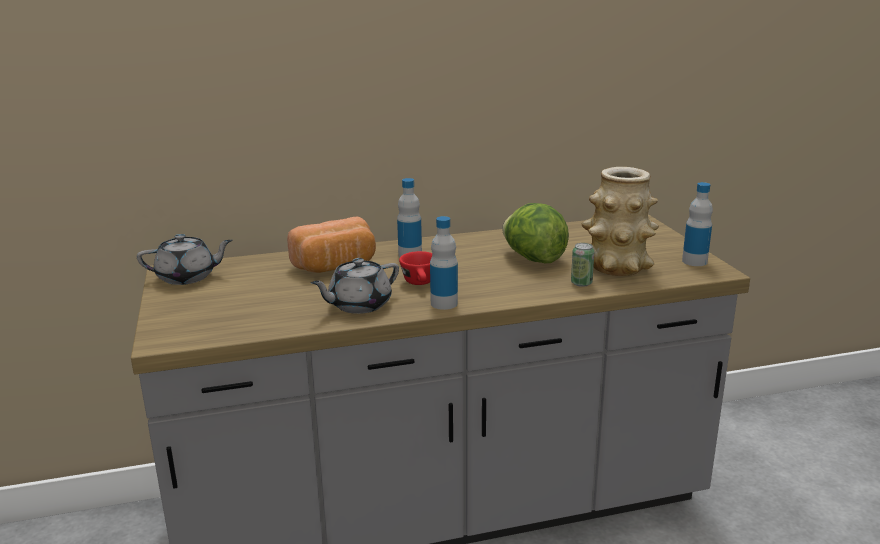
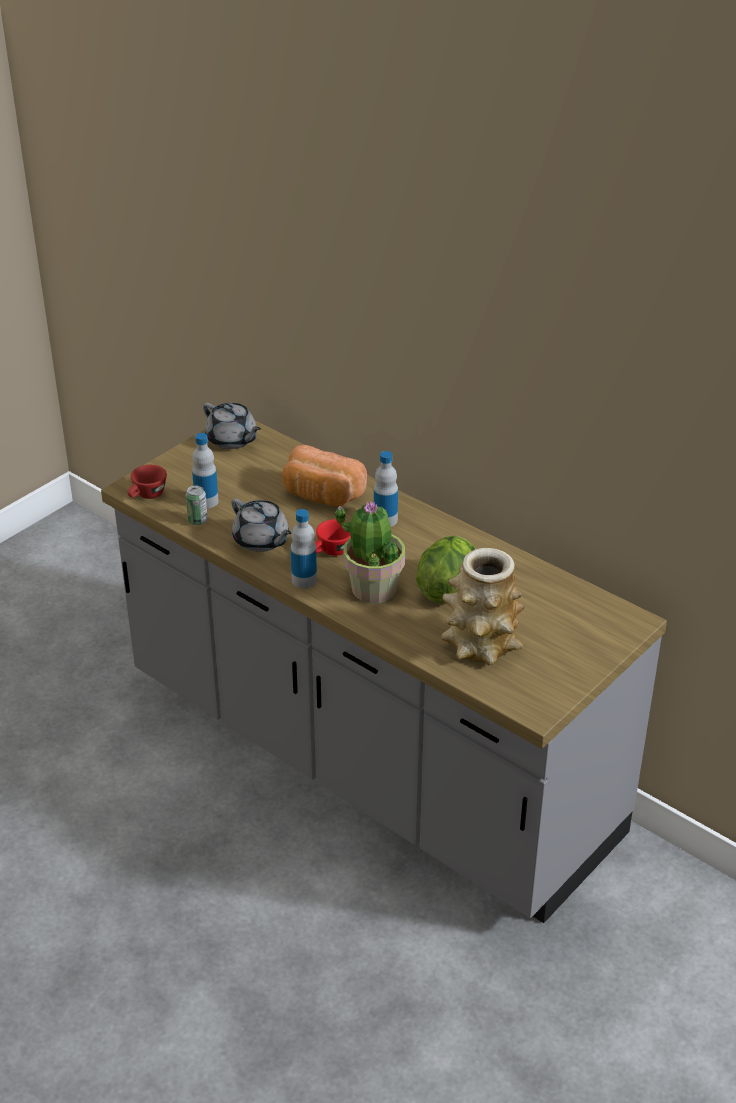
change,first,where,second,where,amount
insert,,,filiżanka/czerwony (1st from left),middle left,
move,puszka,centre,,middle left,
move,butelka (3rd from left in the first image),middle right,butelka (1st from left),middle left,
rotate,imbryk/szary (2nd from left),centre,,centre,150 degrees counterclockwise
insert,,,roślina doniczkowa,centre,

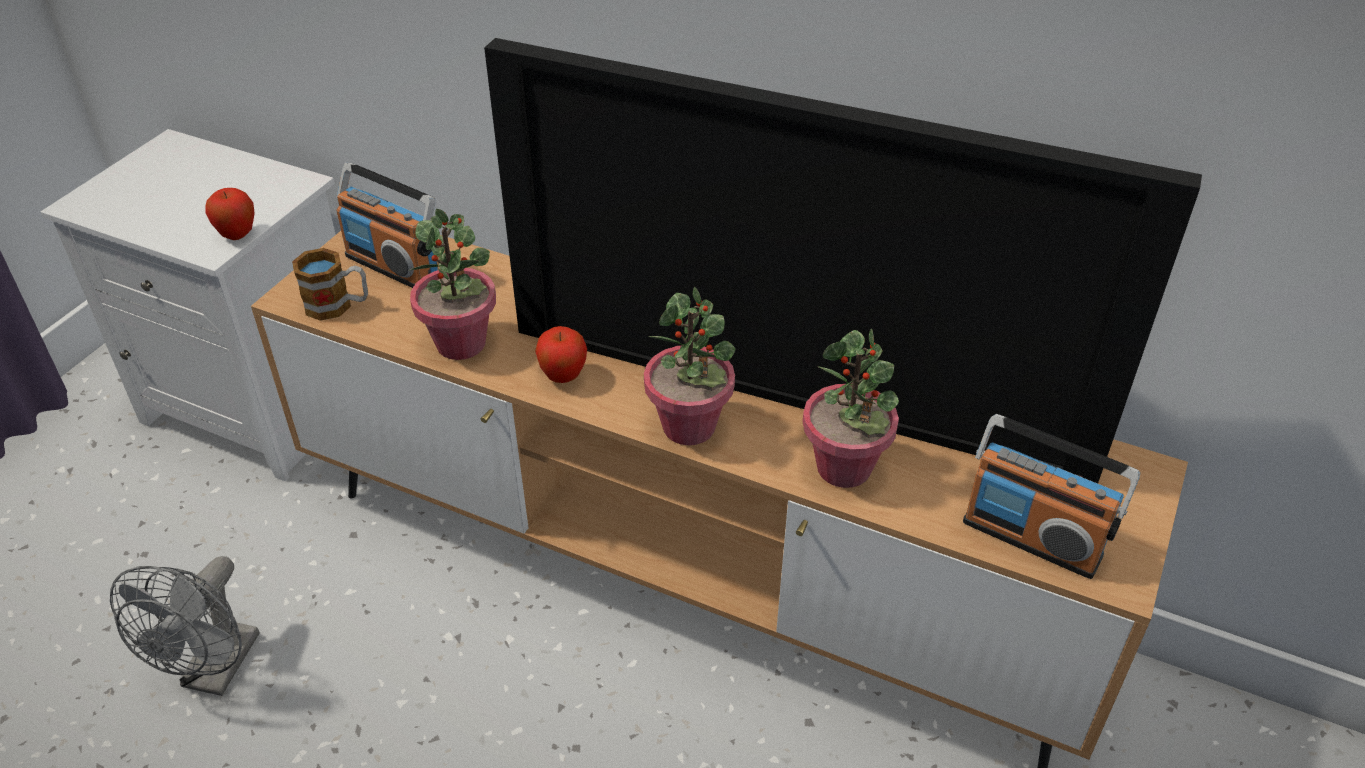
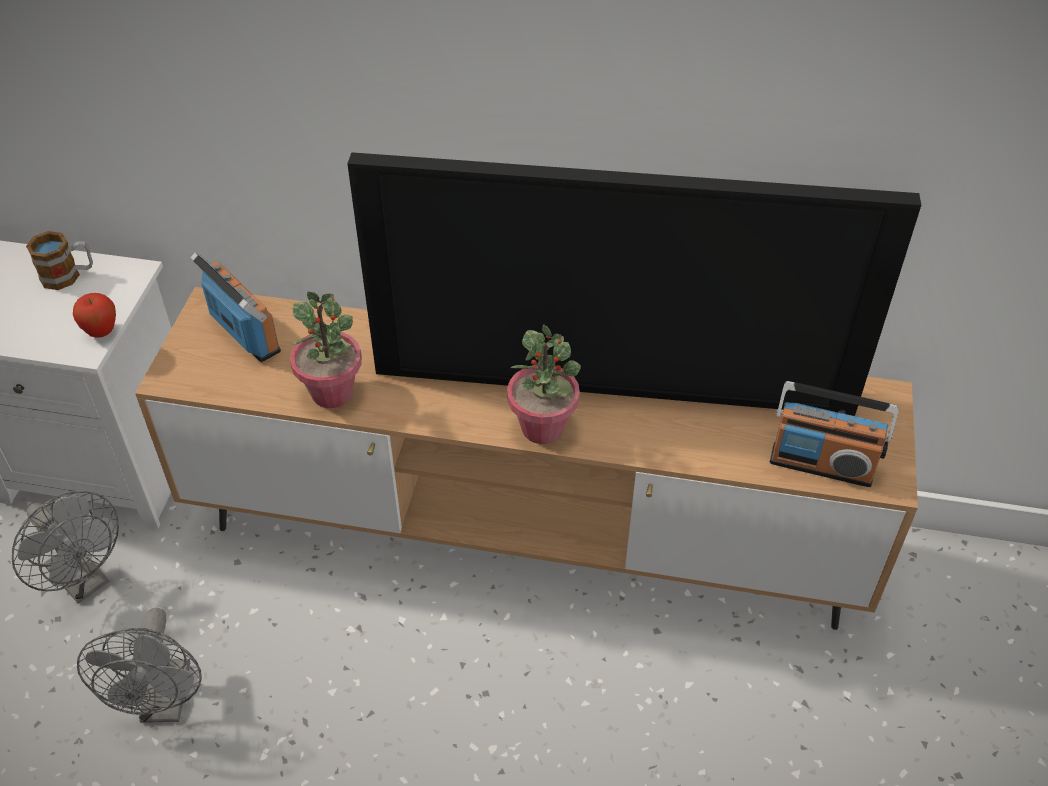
change,first,where,second,where,amount
insert,,,wentylator/szary (1st from left),bottom left,
move,kubek,middle left,,top left,
rotate,radio (1st from left),top left,,middle left,150 degrees counterclockwise
delete,jabłko (2nd from left),centre,,,
delete,roślina doniczkowa (3rd from left),centre,,,

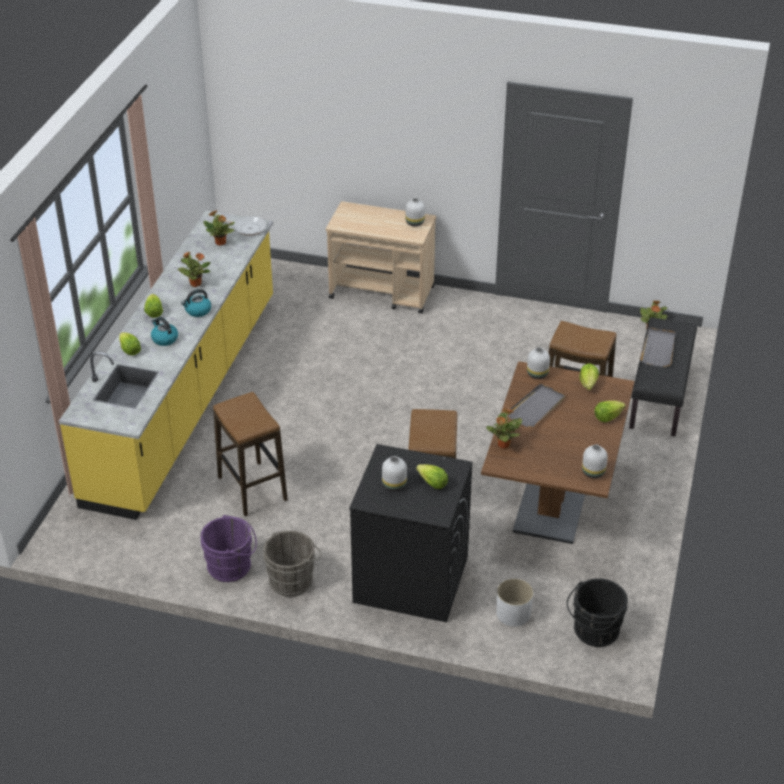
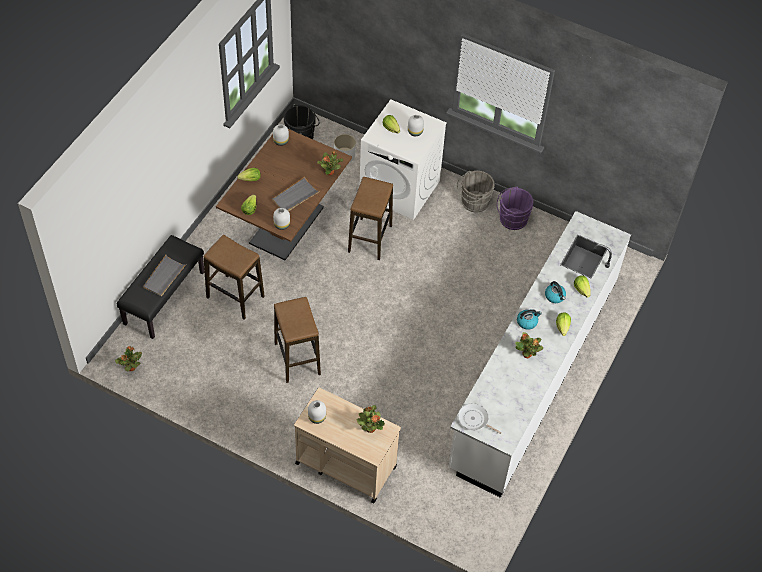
change,first,where,second,where,amount
move,stołek (1st from left in the first image),middle left,stołek (2nd from left),centre,
move,roślina doniczkowa (2nd from left in the first image),top left,roślina doniczkowa (3rd from left),bottom centre,
recolor,pralka/czarny,bottom centre,pralka/biały,top centre,
recolor,zabudowa kuchenna/żółty,middle left,zabudowa kuchenna/biały,middle right,

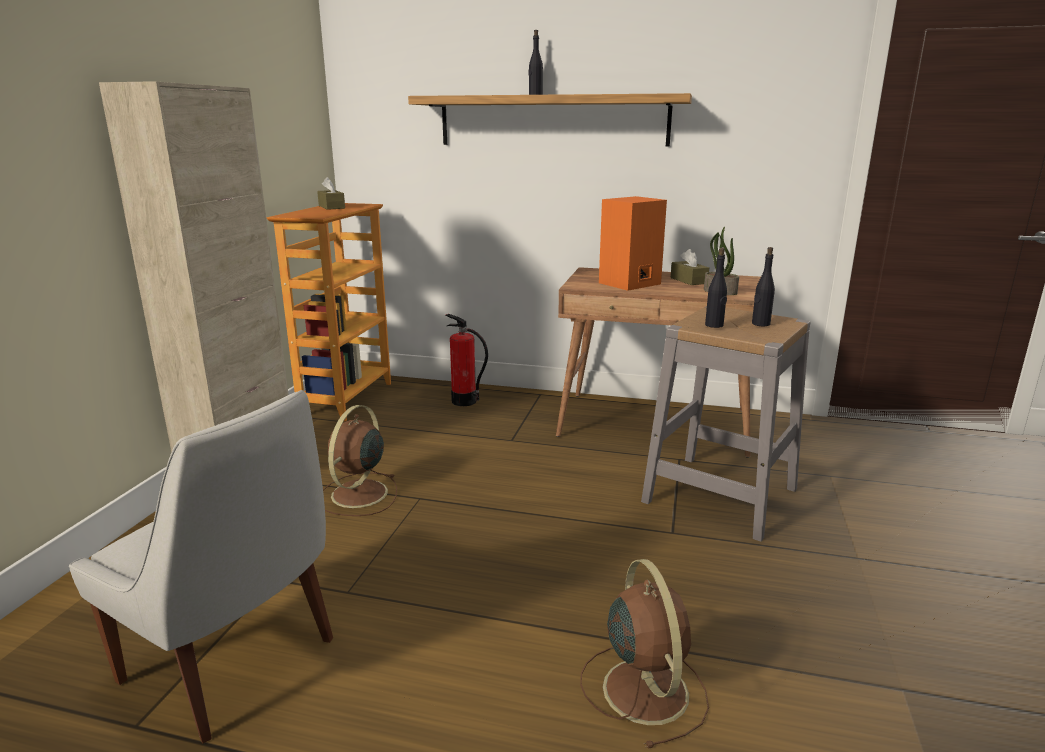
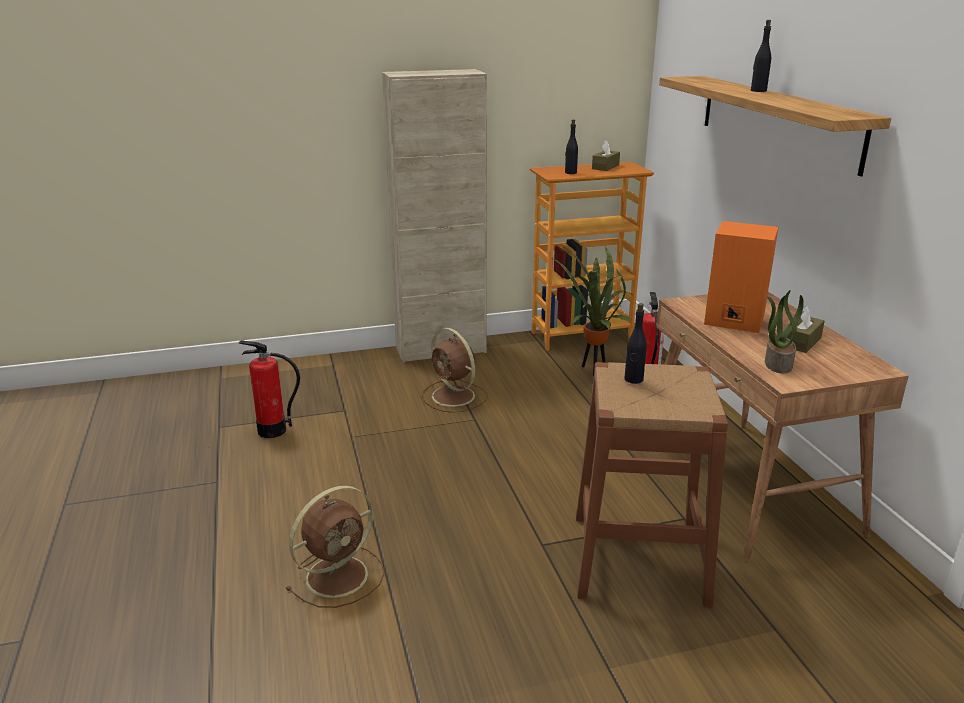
change,first,where,second,where,amount
replace,krzesło/biały,bottom left,gaśnica (1st from left),middle left,
rotate,wentylator/brązowy (1st from left in the first image),centre,wentylator/brązowy (2nd from left),centre,120 degrees counterclockwise
insert,,,roślina doniczkowa (1st from left),centre,
move,butelka/czarny (3rd from left in the first image),middle right,butelka/czarny (1st from left),top centre,
recolor,stołek/szary,middle right,stołek/brązowy,bottom right,

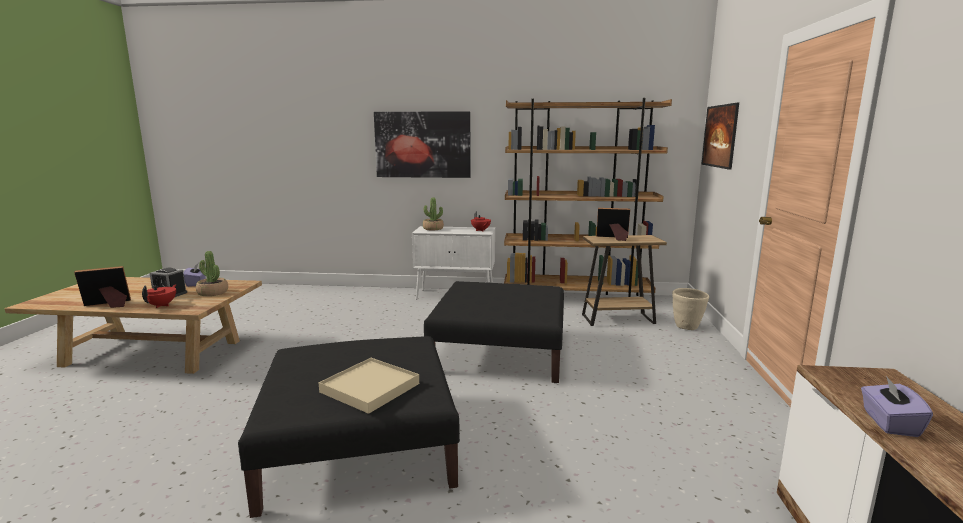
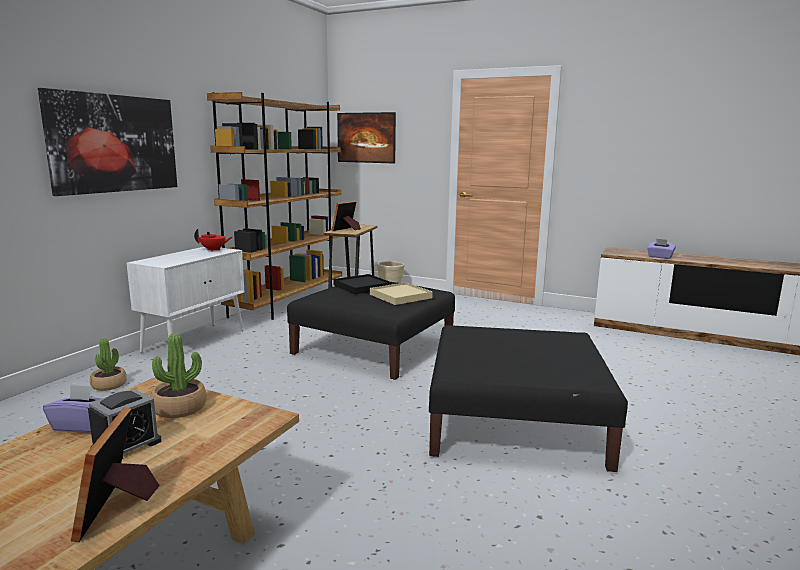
change,first,where,second,where,amount
move,roślina doniczkowa (2nd from left in the first image),centre,roślina doniczkowa (1st from left),middle left,
insert,,,taca/czarny,centre,
move,taca/beżowy,bottom centre,,centre,
delete,imbryk/czerwony (1st from left),middle left,,,

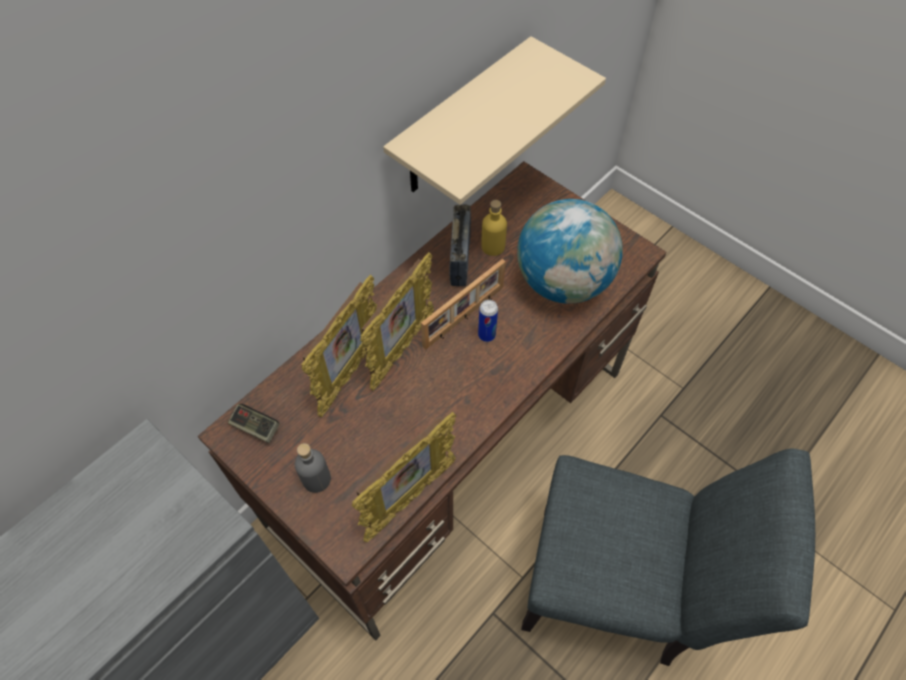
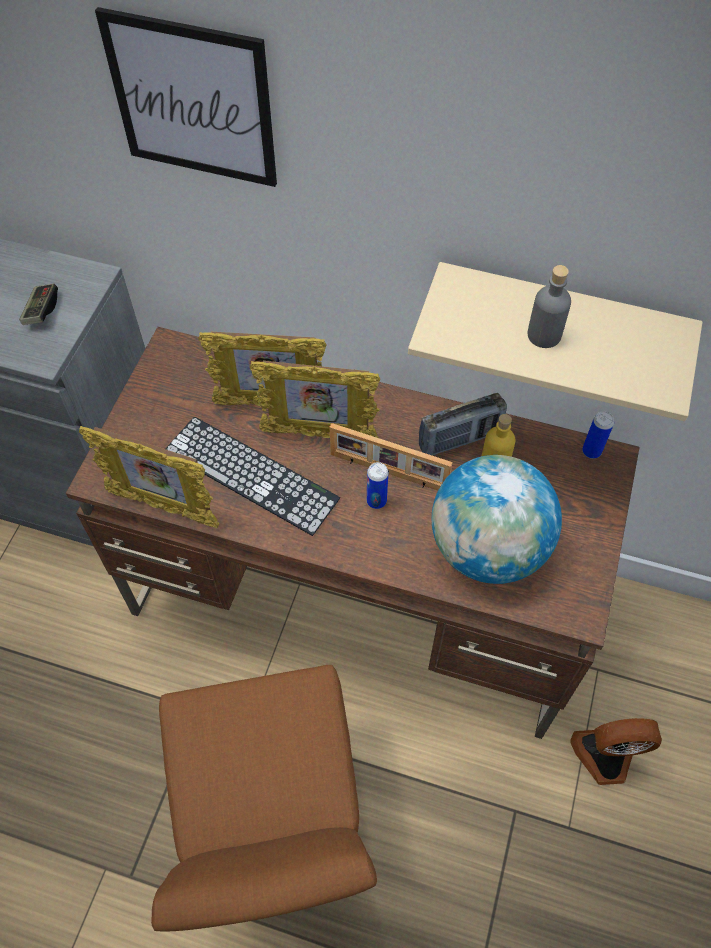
change,first,where,second,where,amount
move,pad do gier,middle left,,top left,
insert,,,obraz,top left,
recolor,krzesło/szary,bottom right,krzesło/brązowy,bottom centre,
insert,,,klawiatura,centre,
move,butelka/szary,bottom centre,,top right,
insert,,,wentylator,bottom right,
insert,,,puszka (2nd from left),middle right,

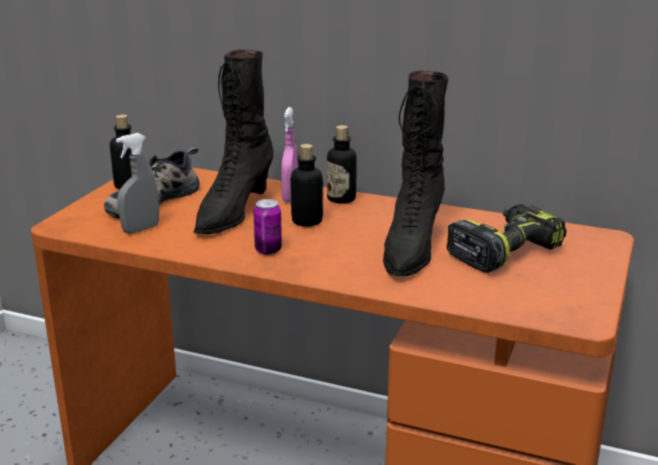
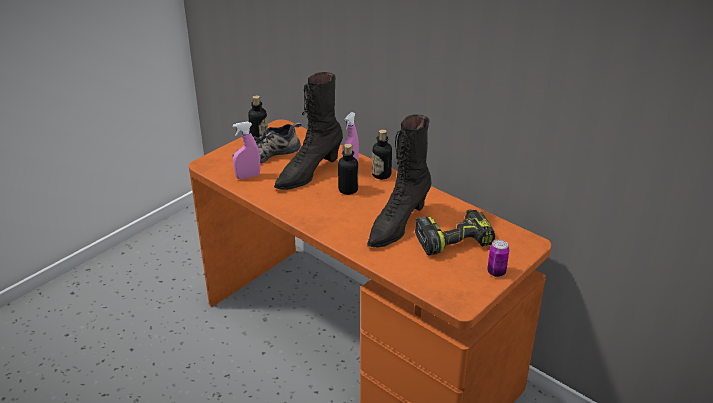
change,first,where,second,where,amount
recolor,spryskiwacz/szary,middle left,spryskiwacz/różowy (1st from left),centre,
move,puszka,centre,,middle right,

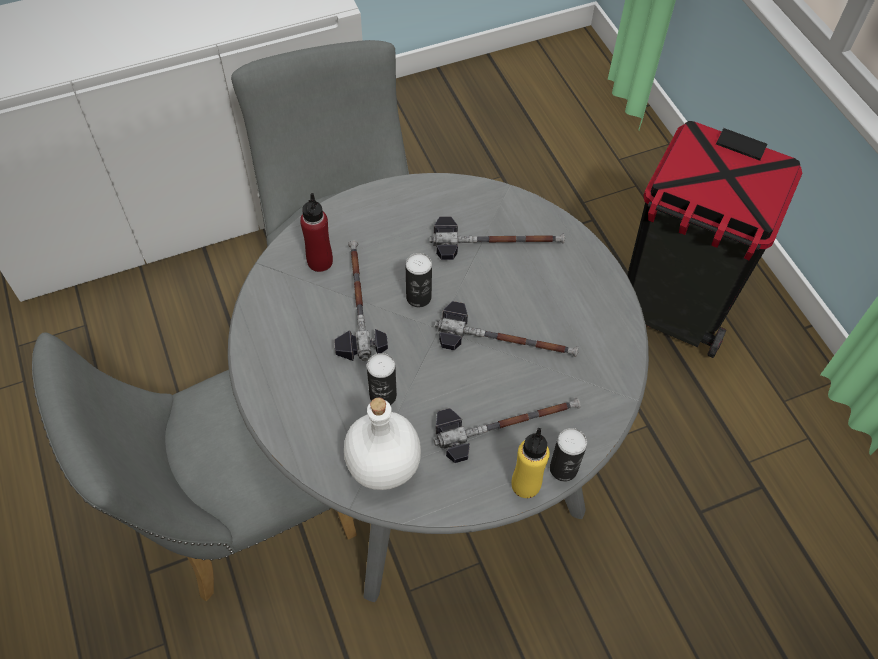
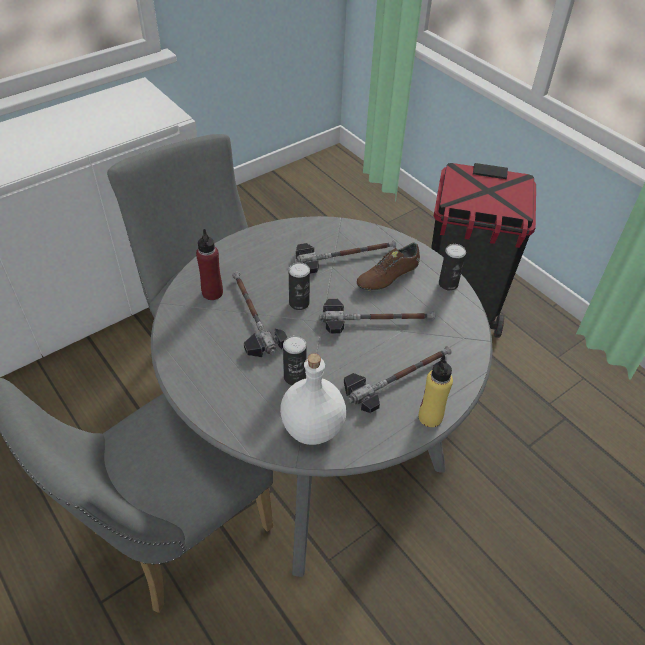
change,first,where,second,where,amount
insert,,,but/brązowy,centre,
move,puszka (3rd from left),bottom centre,,middle right,

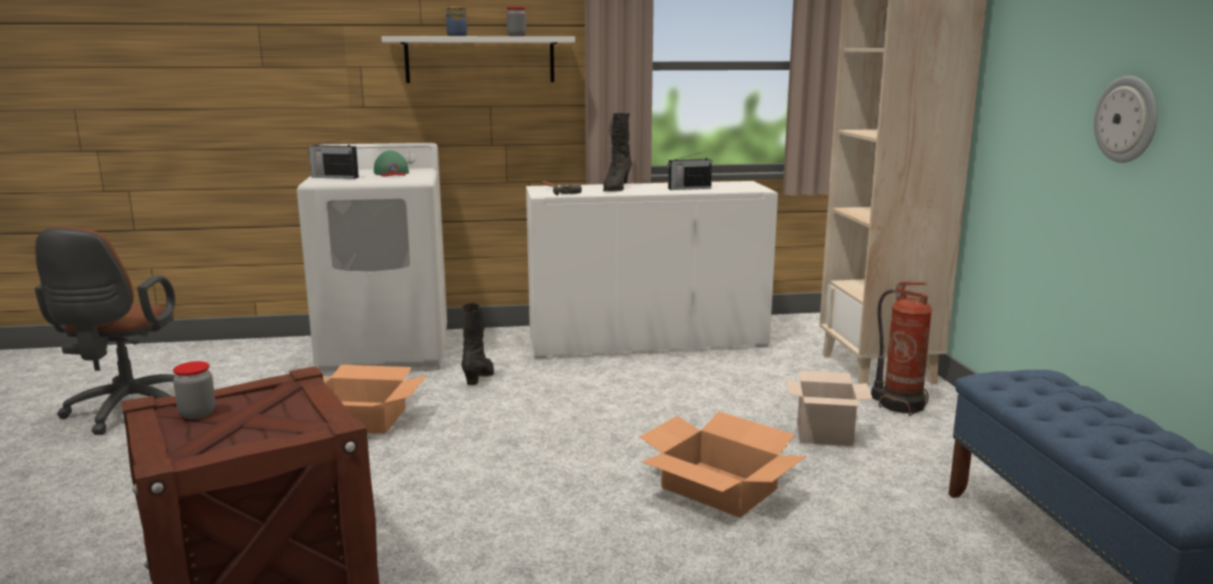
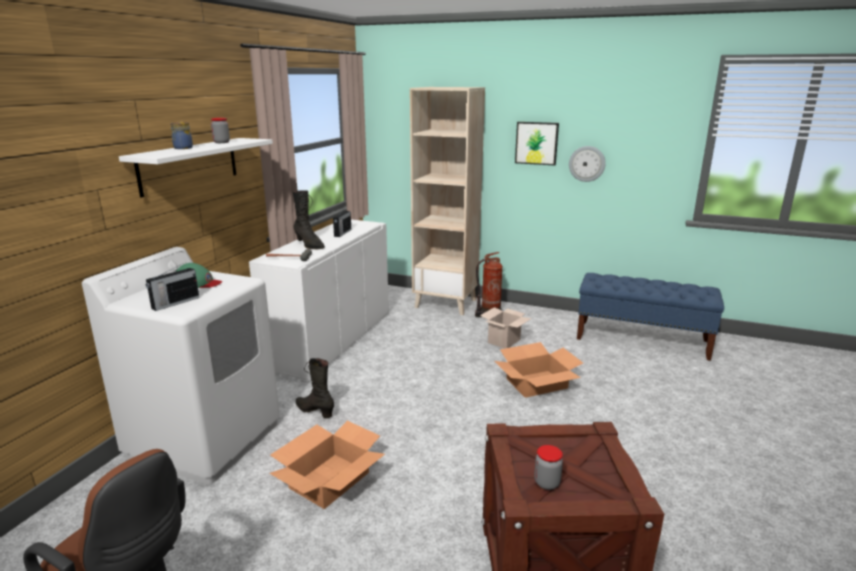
change,first,where,second,where,amount
insert,,,obraz,top centre,

